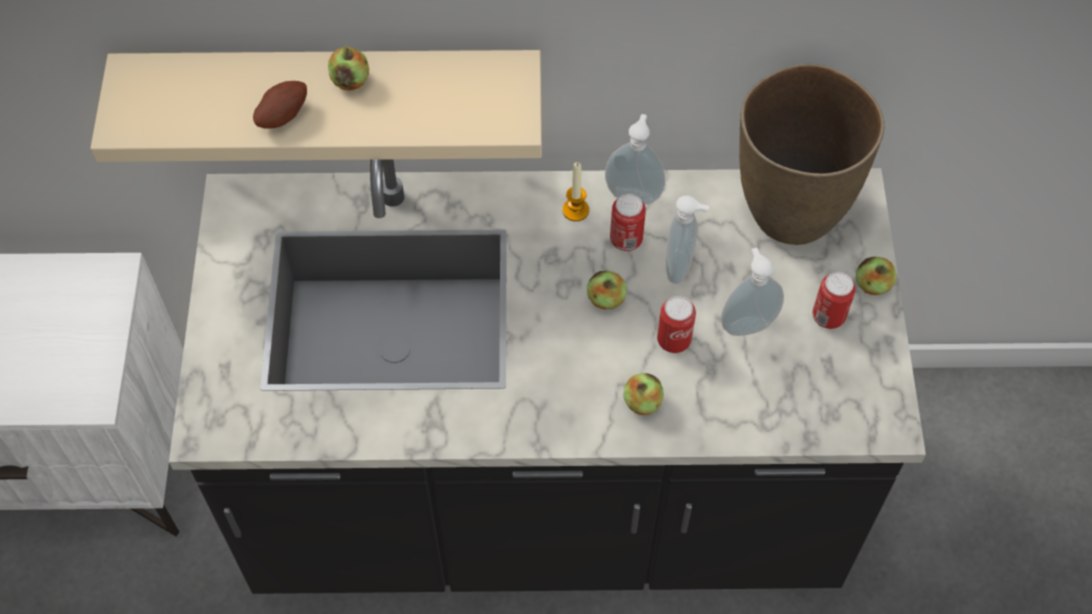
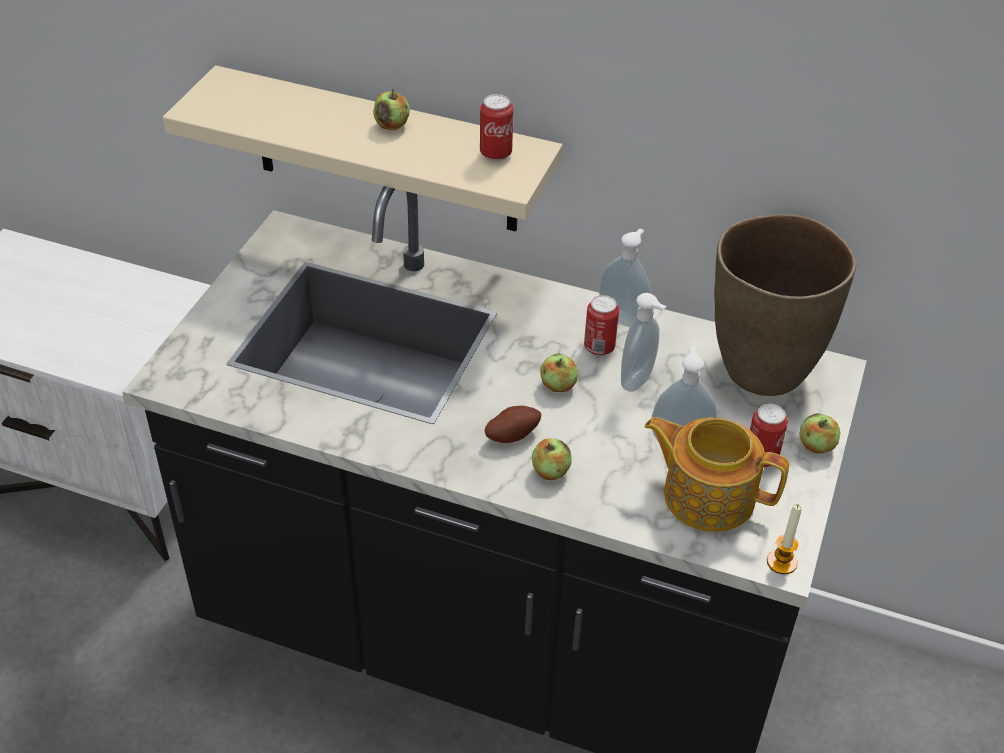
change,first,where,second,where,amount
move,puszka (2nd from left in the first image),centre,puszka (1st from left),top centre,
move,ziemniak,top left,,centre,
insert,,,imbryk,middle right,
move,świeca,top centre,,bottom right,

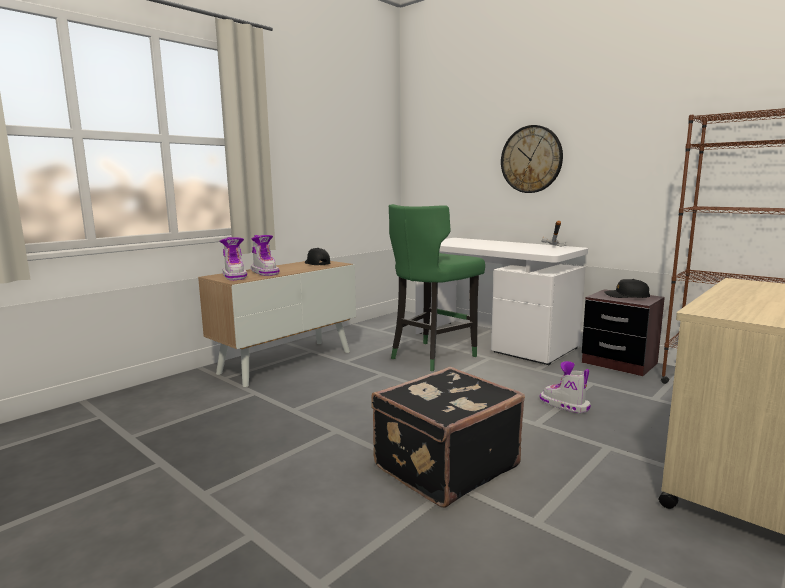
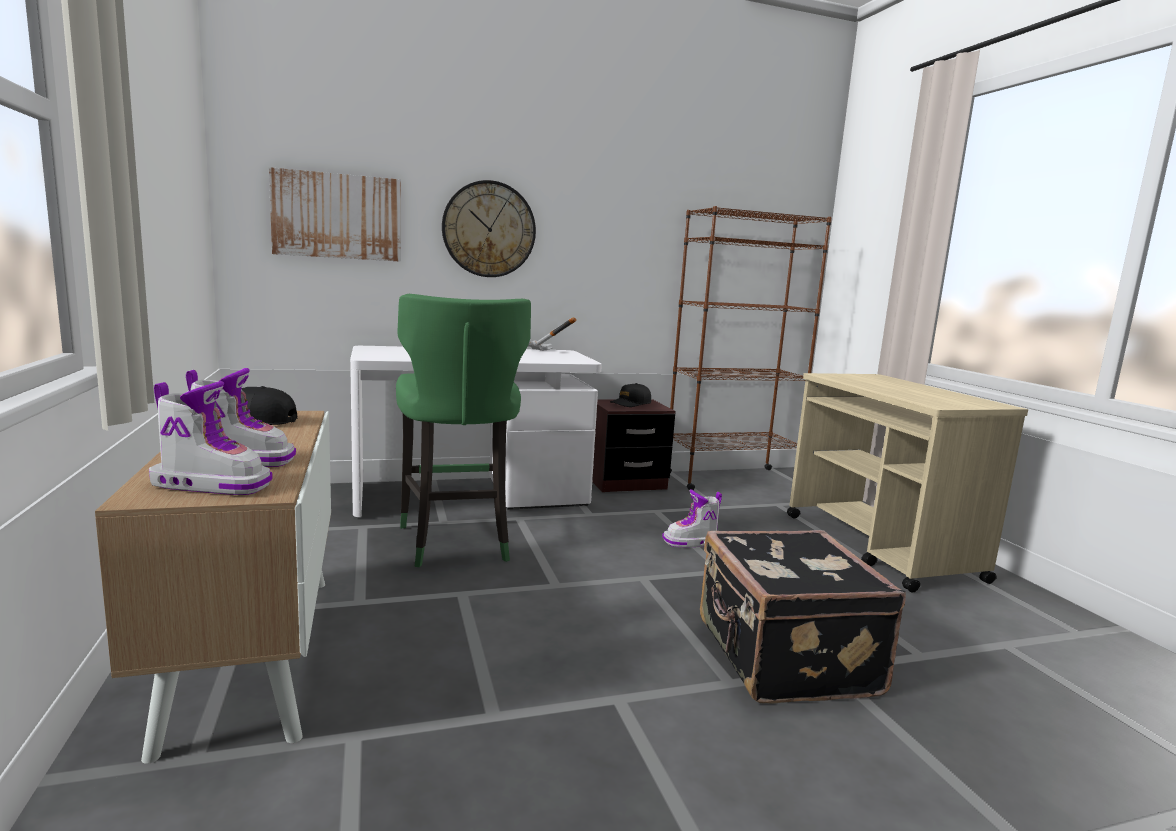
change,first,where,second,where,amount
insert,,,obraz,top left,

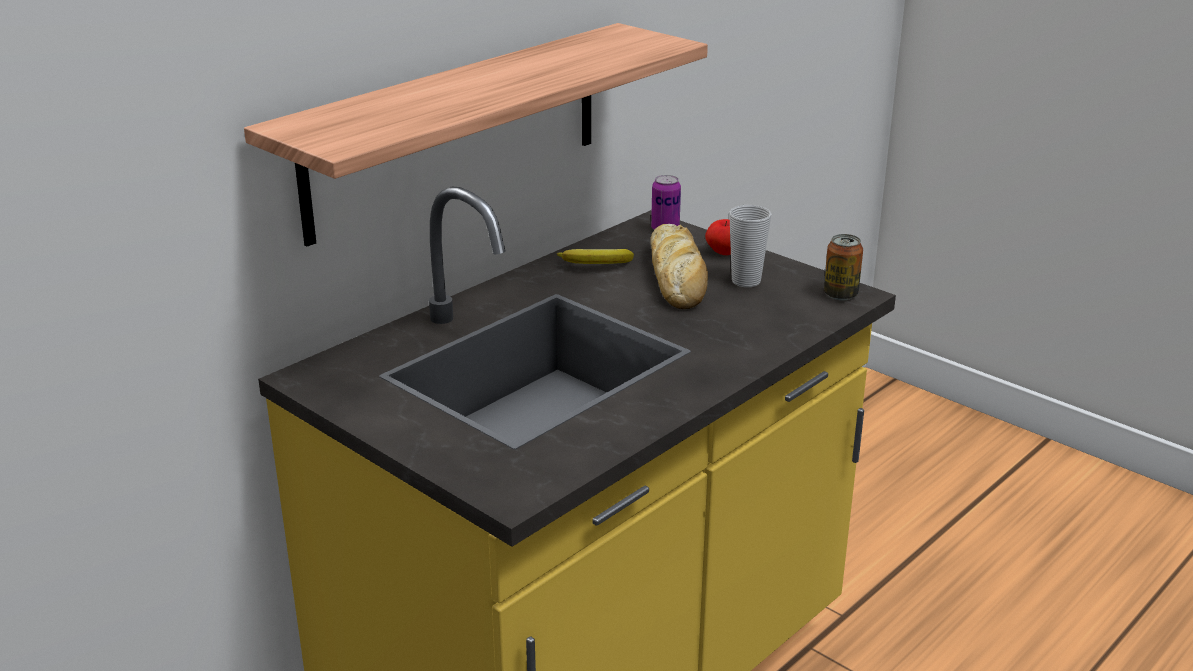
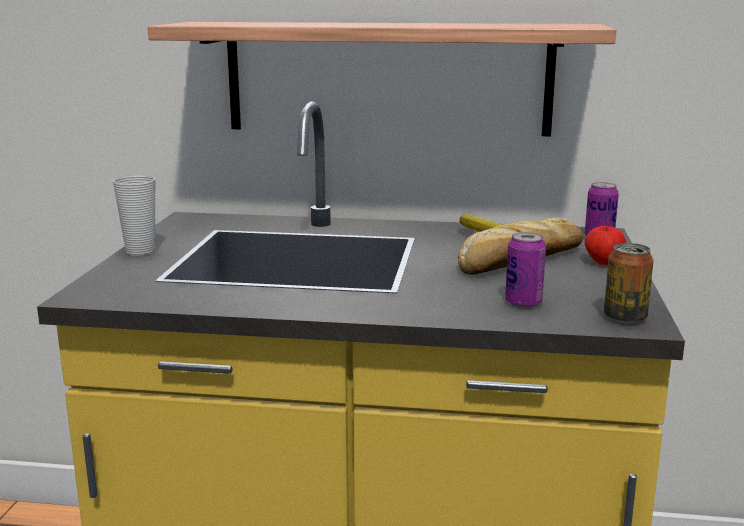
change,first,where,second,where,amount
move,filiżanka,centre,,middle left,
insert,,,puszka (1st from left),middle right,

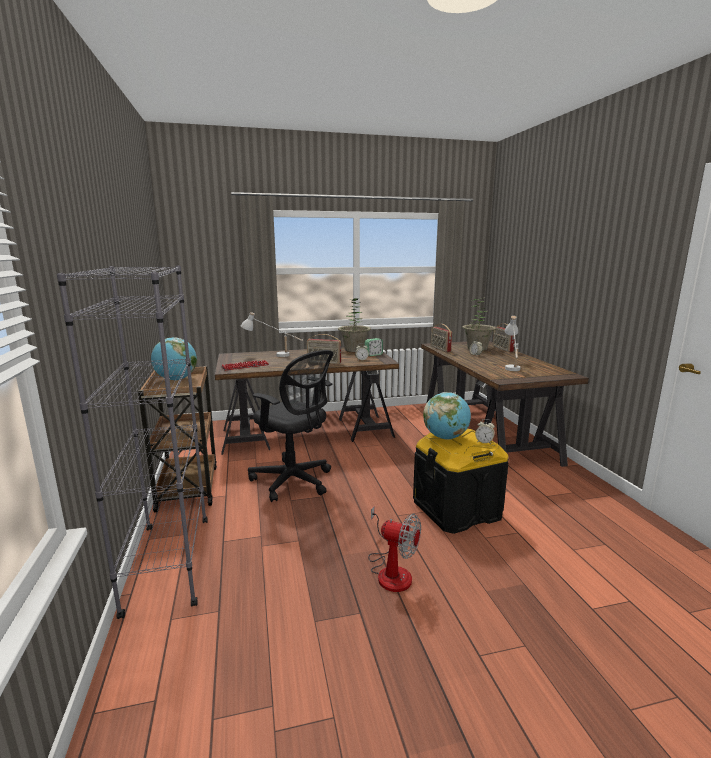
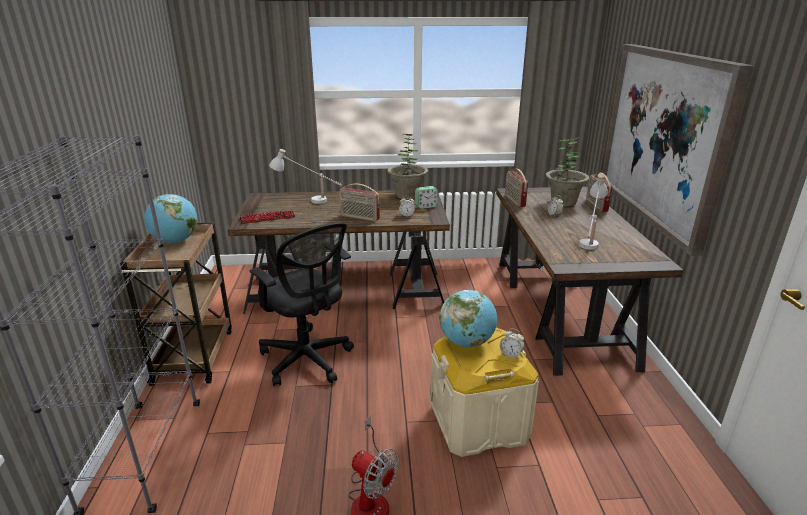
change,first,where,second,where,amount
recolor,pojemnik do przechowywania/czarny,centre,pojemnik do przechowywania/beżowy,bottom centre,
insert,,,obraz,top right,

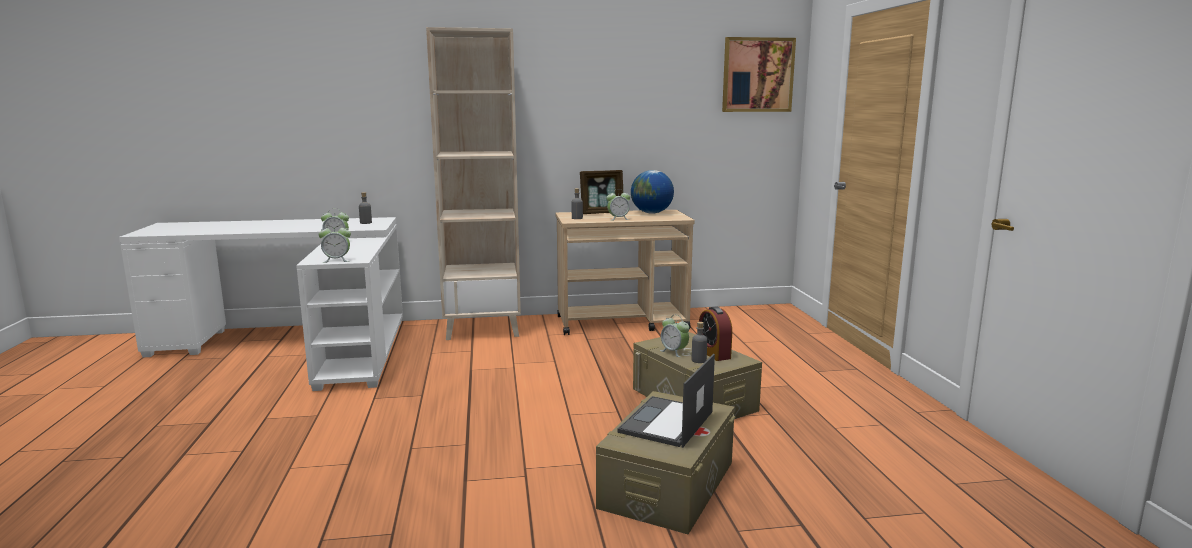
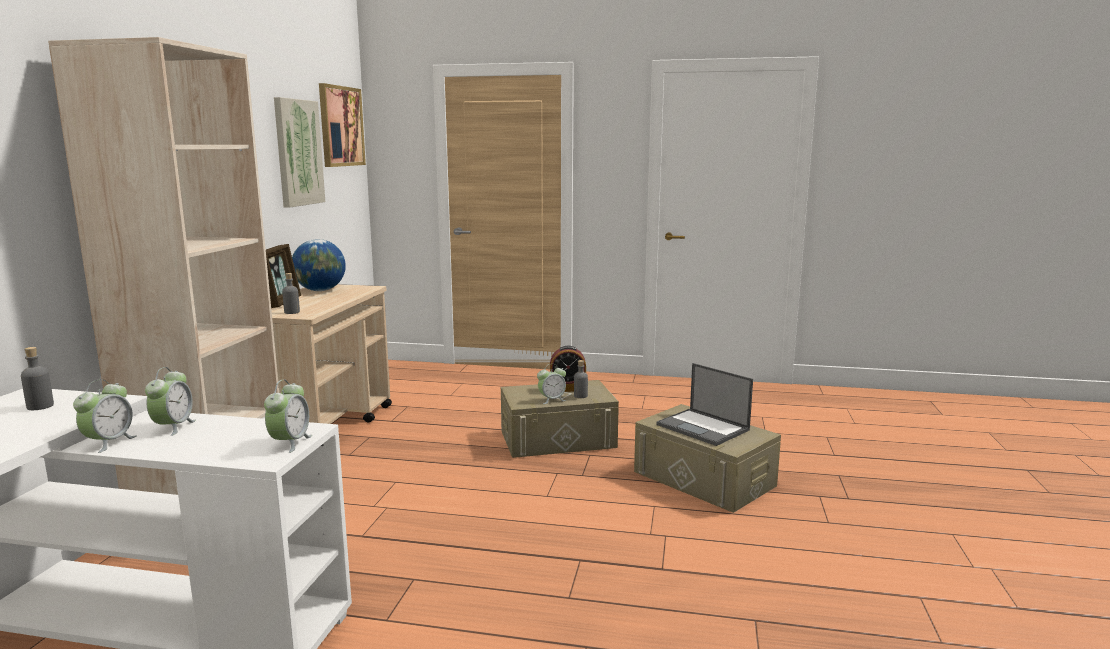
change,first,where,second,where,amount
move,budzik (3rd from left in the first image),centre,budzik (2nd from left),middle left,
insert,,,obraz (1st from left),top left,

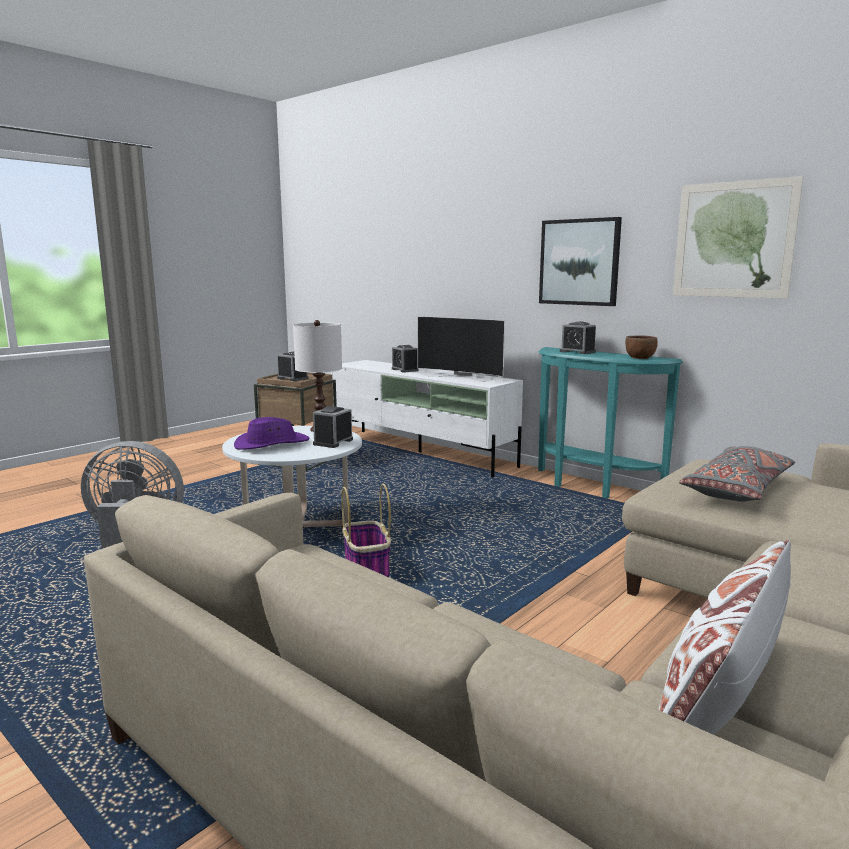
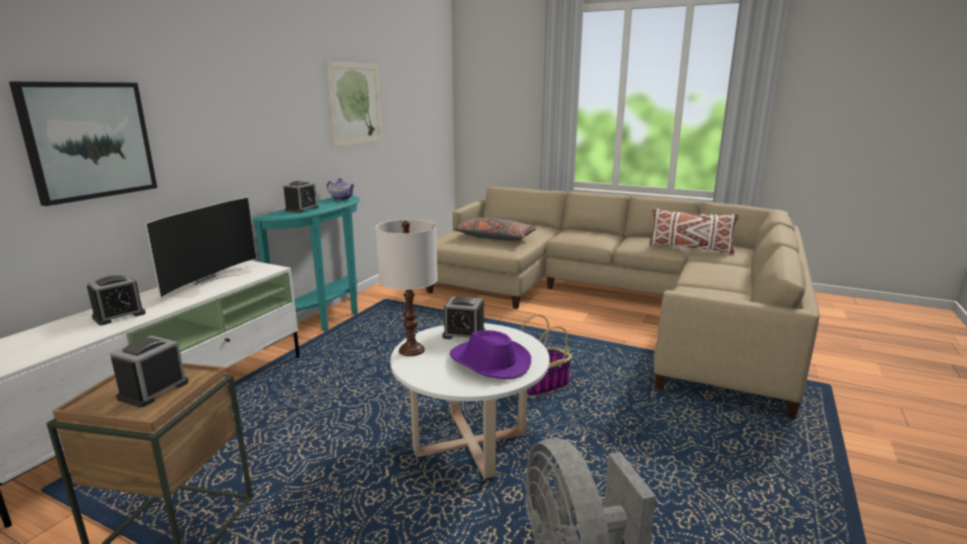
change,first,where,second,where,amount
move,obraz (1st from left),top right,,top left,
replace,miska/brązowy,middle right,imbryk,centre,

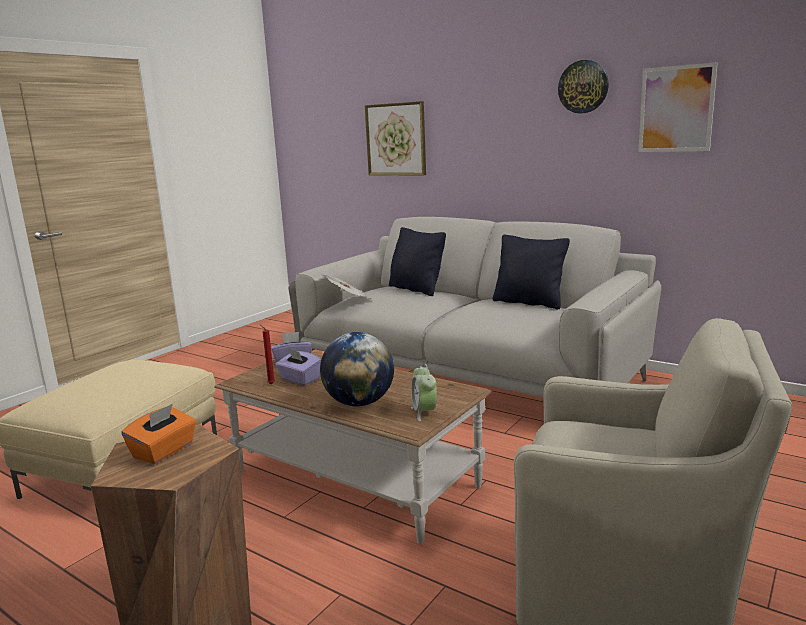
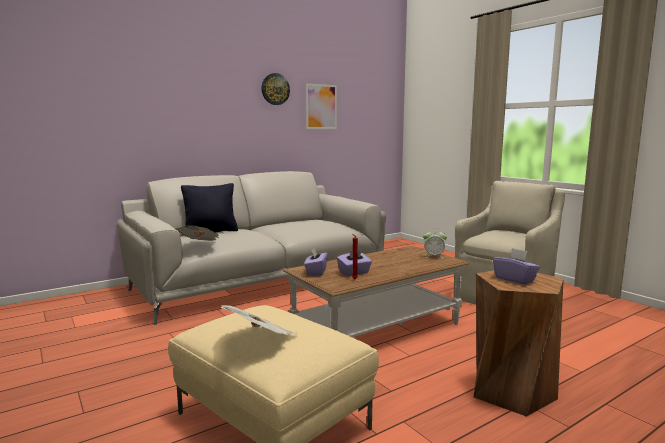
change,first,where,second,where,amount
insert,,,gazeta (2nd from left),bottom centre,
recolor,pudełko chusteczek/pomarańczowy,bottom left,pudełko chusteczek/fioletowy (3rd from left),middle right,
delete,globus,centre,,,
delete,obraz (1st from left),top centre,,,
delete,poduszka/czarny (2nd from left),centre,,,

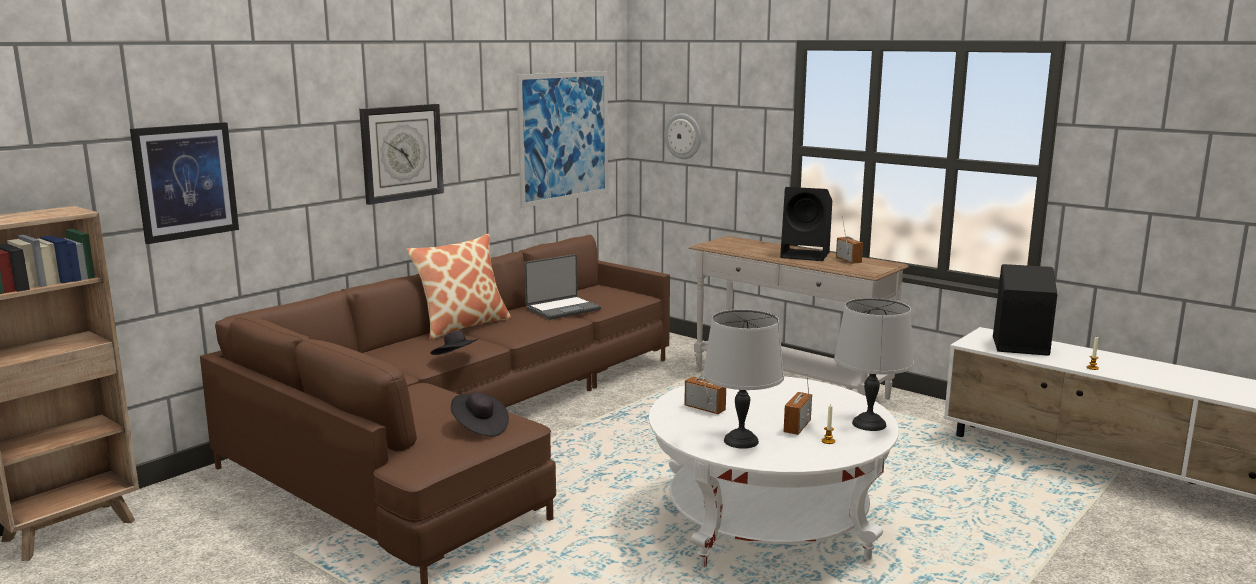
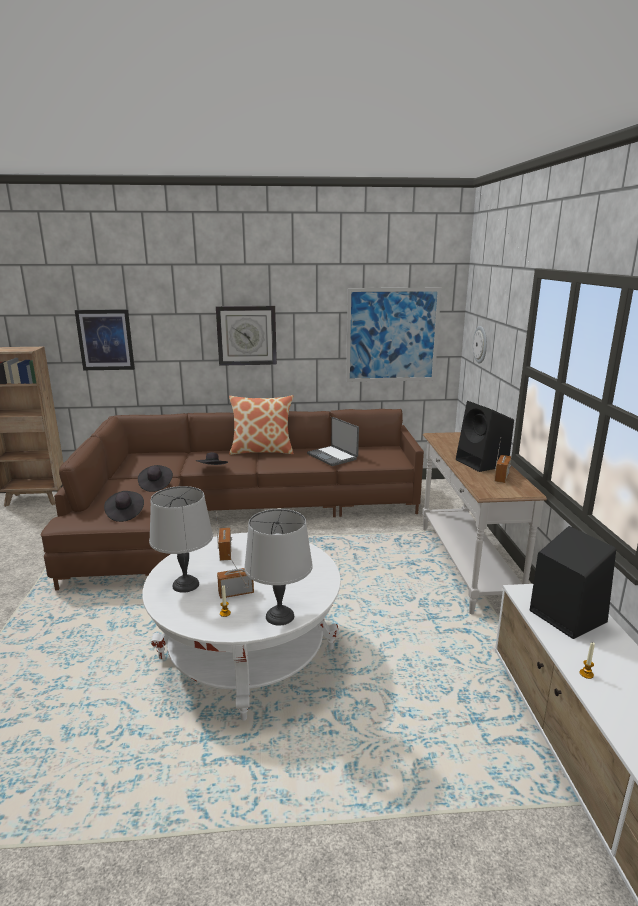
change,first,where,second,where,amount
insert,,,kapelusz/czarny (2nd from left),middle left,
rotate,laptop,centre,,centre,45 degrees clockwise

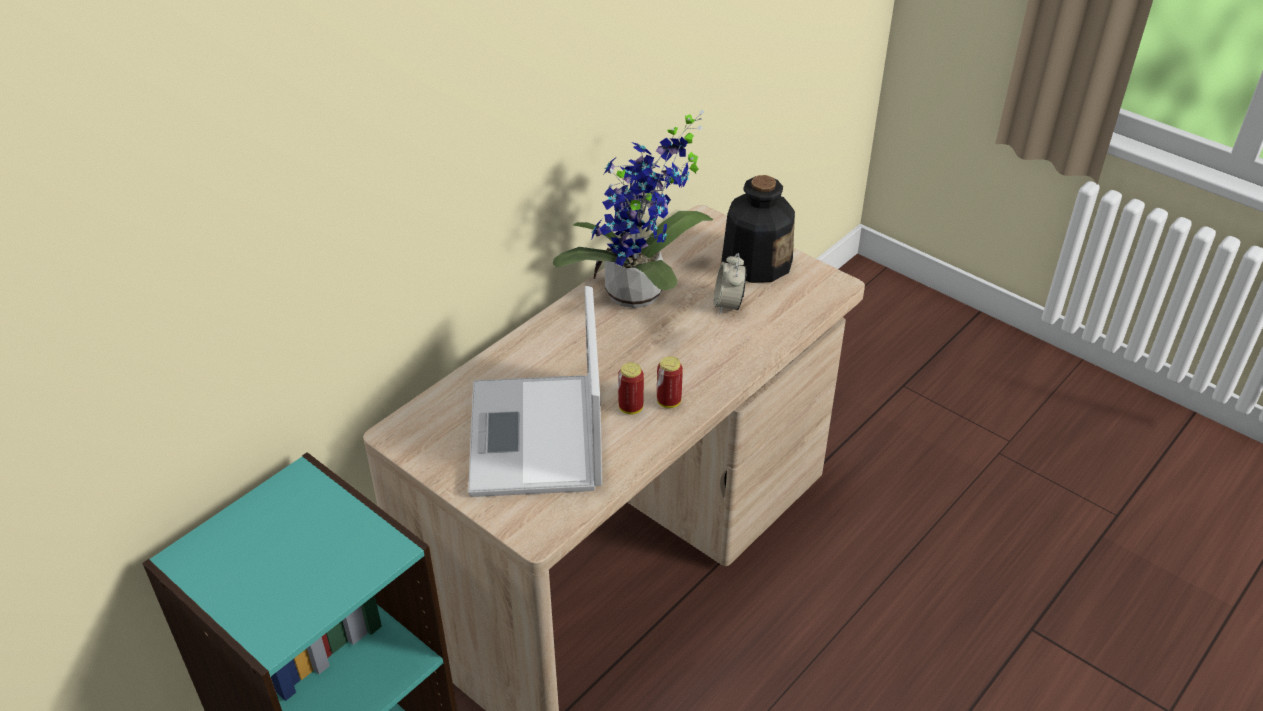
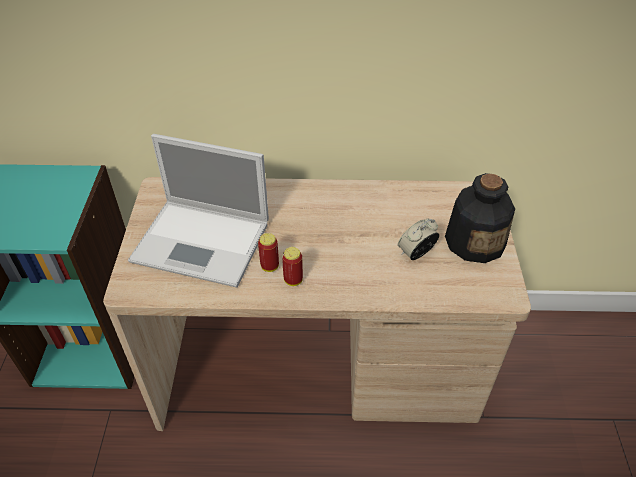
change,first,where,second,where,amount
rotate,laptop,centre,,middle left,120 degrees counterclockwise
delete,roślina doniczkowa,top centre,,,

